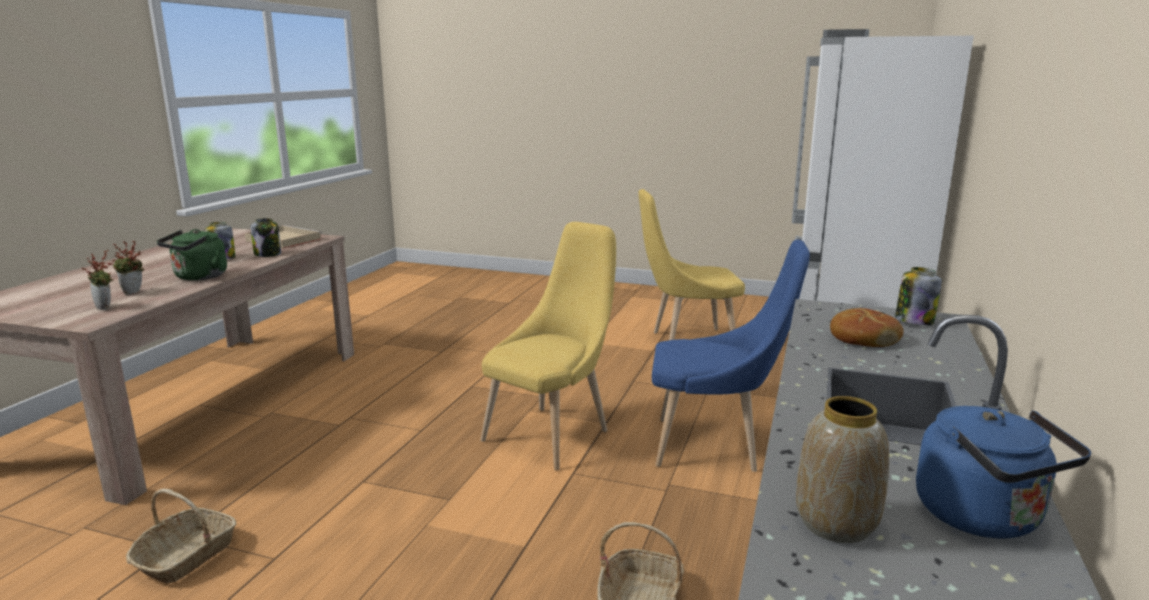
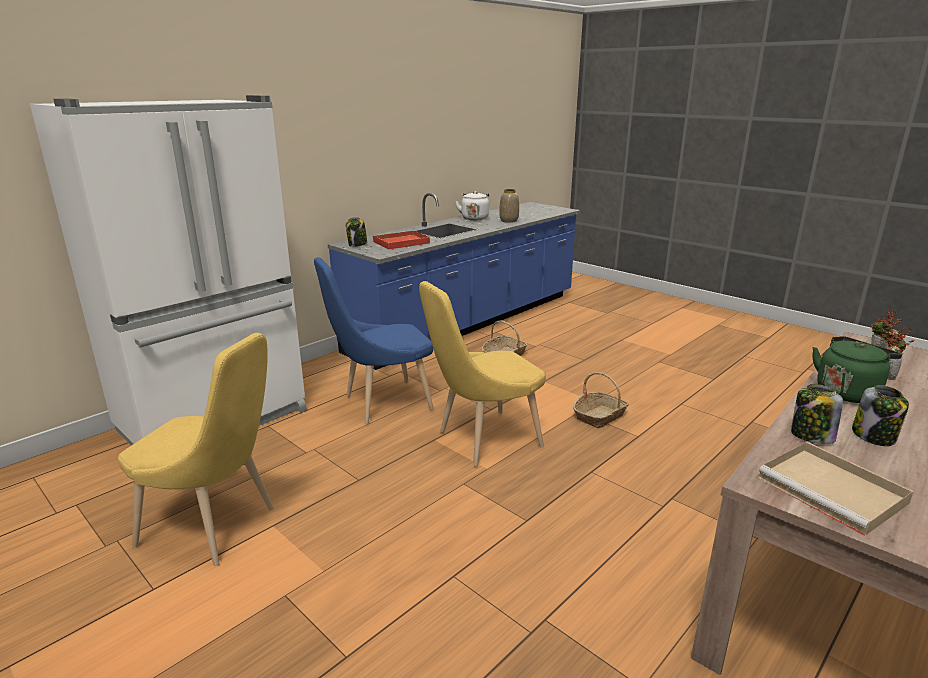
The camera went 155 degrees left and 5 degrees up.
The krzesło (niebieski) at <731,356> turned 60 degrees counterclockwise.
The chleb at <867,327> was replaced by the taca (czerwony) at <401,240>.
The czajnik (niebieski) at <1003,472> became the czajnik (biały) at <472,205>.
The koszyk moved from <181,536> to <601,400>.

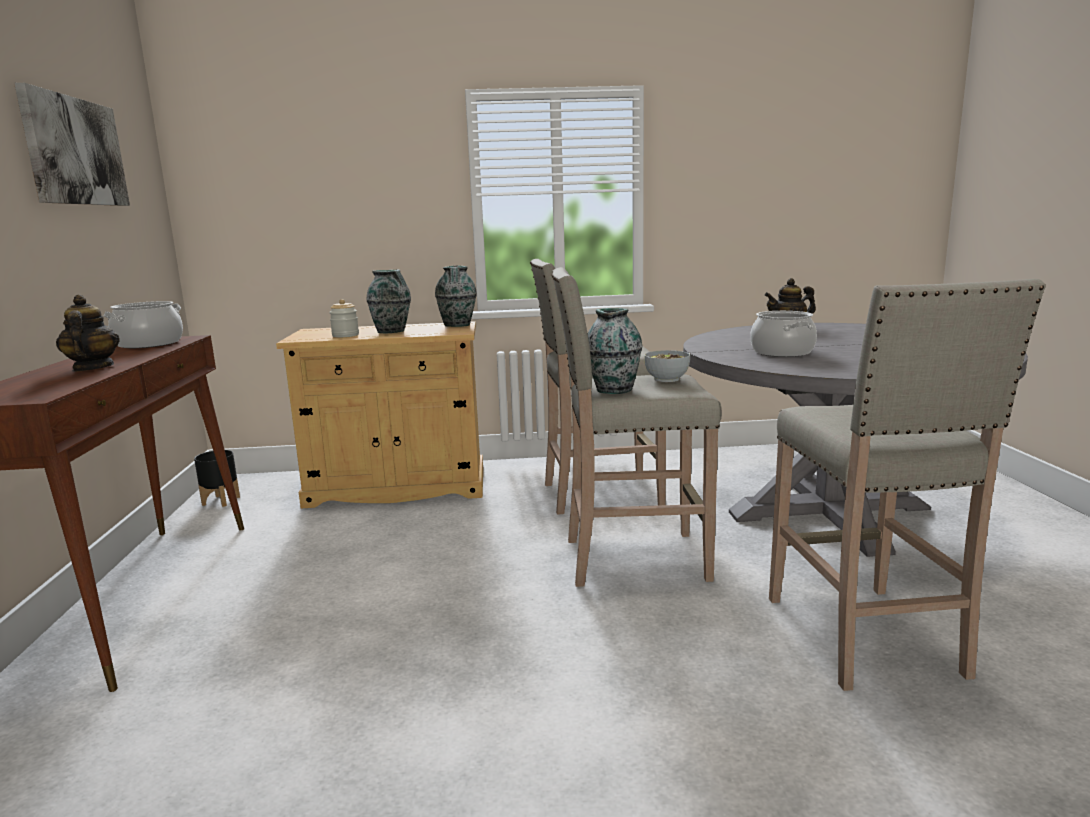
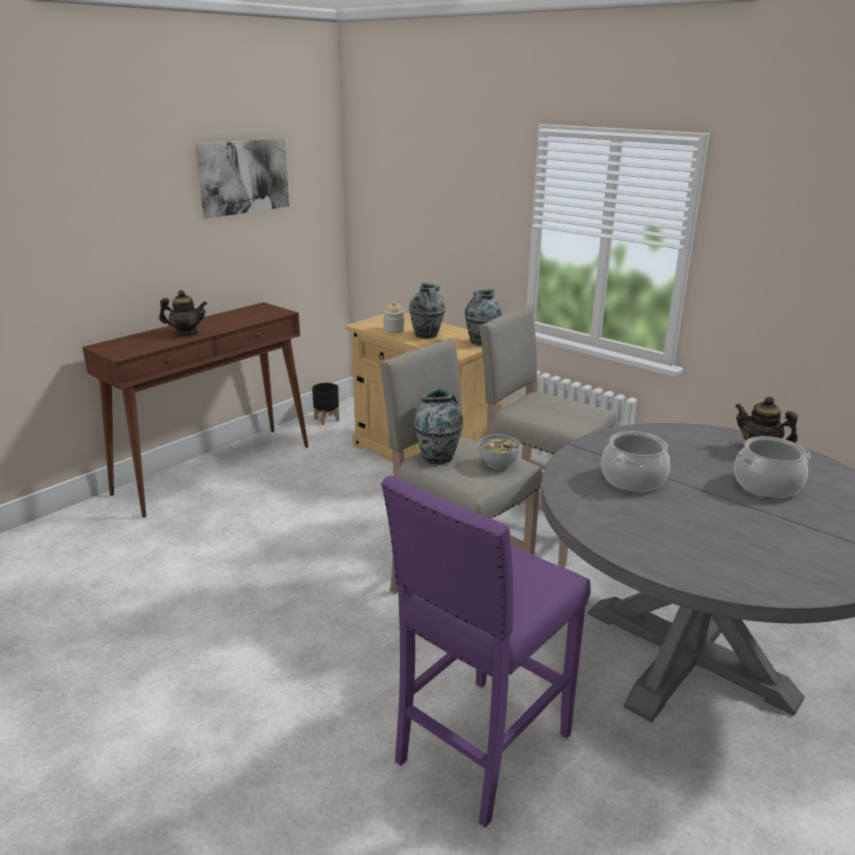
The camera went 45 degrees right and 10 degrees up.
The stołek (beżowy) at <907,485> became the stołek (fioletowy) at <486,651>.
The imbryk at <88,333> turned 60 degrees clockwise.
The garnek moved from <143,324> to <772,467>.

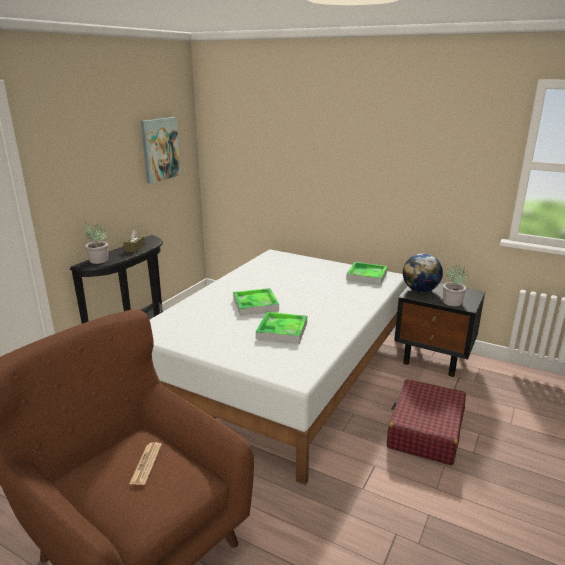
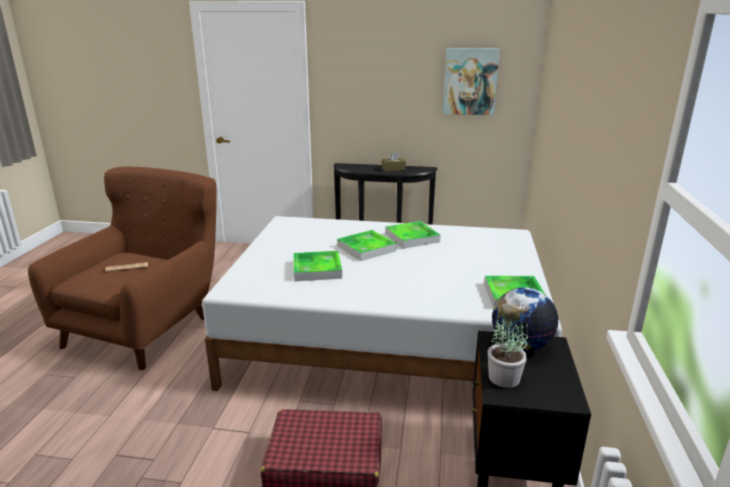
The camera went 70 degrees right and 0 degrees up.
The roślina doniczkowa at <96,243> disappeared.
The taca at <413,235> appeared.

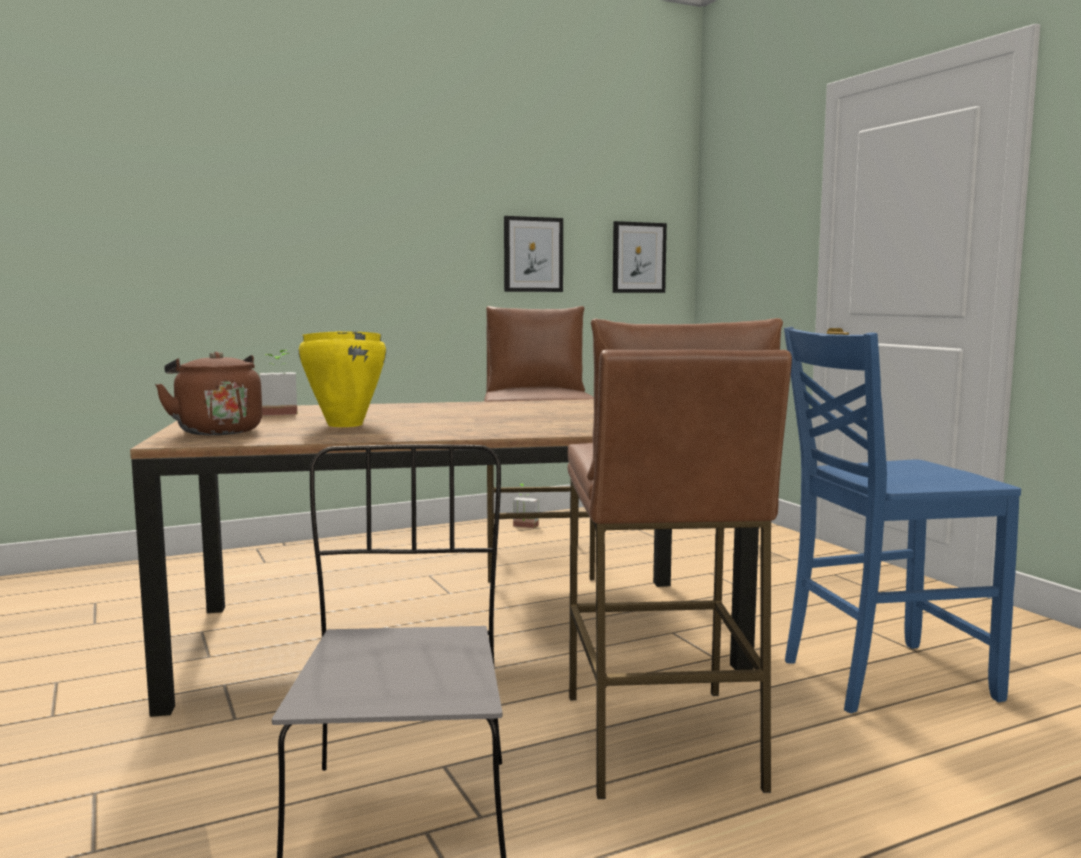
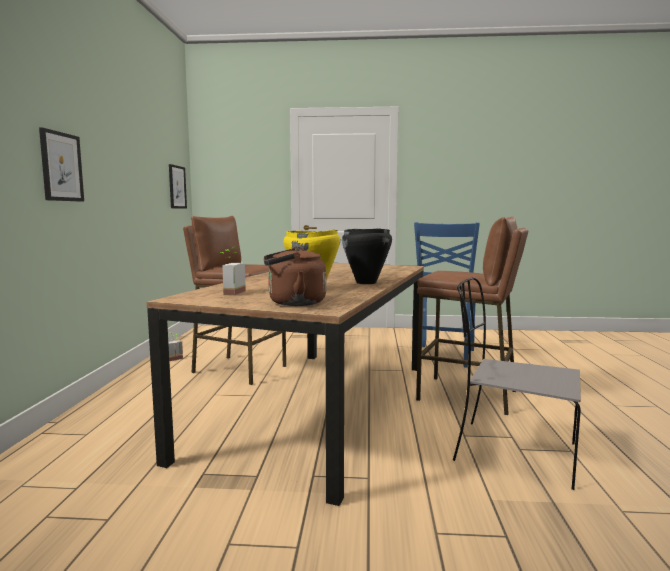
The camera went 60 degrees left and 0 degrees up.
The obraz moved from <533,254> to <61,164>.
The garnek (czarny) at <367,256> appeared.

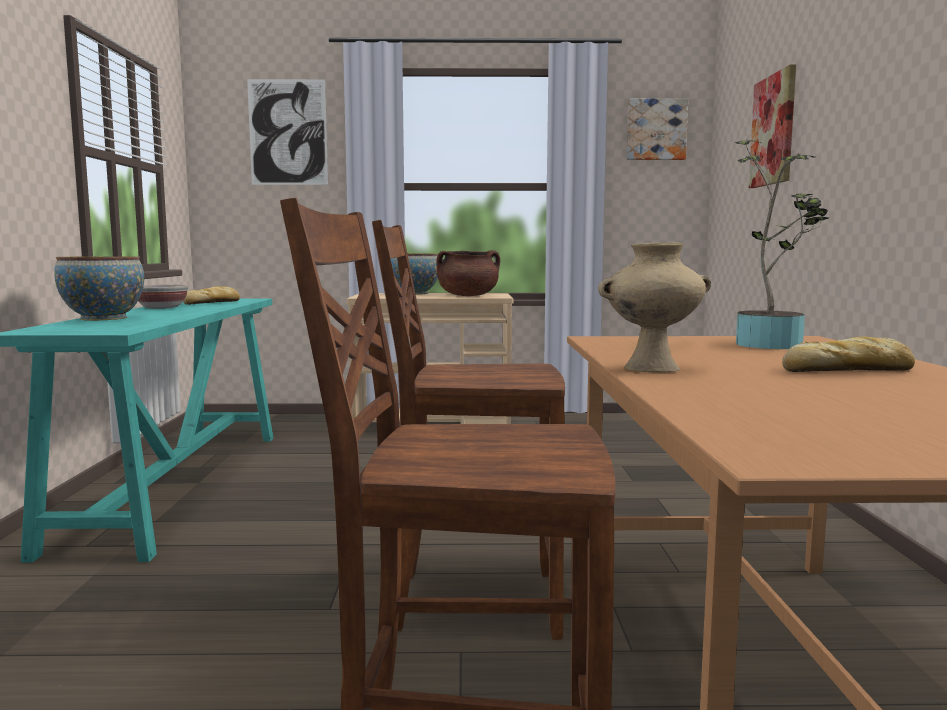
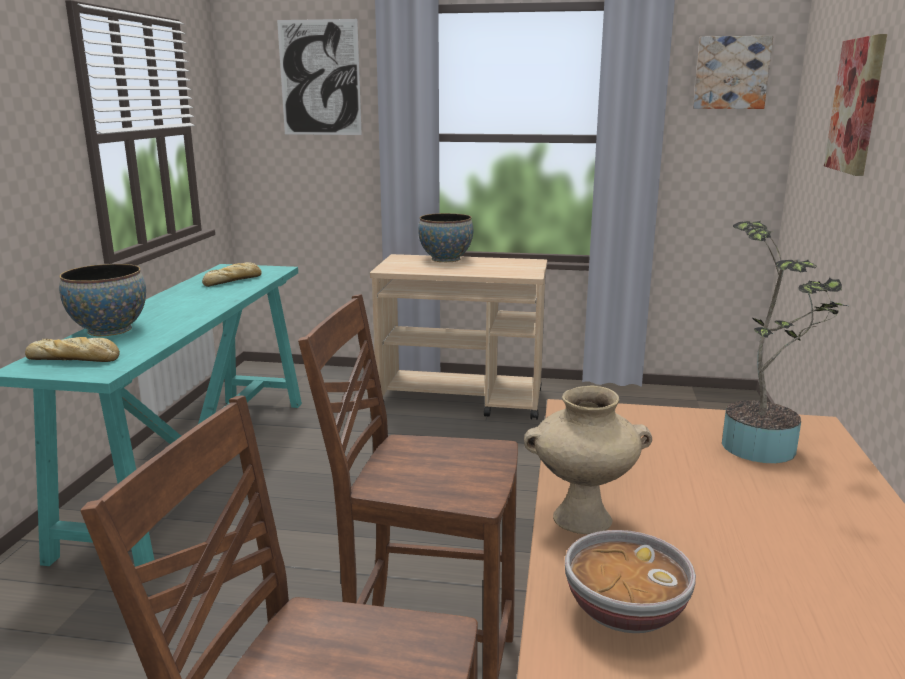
The camera went 10 degrees right and 10 degrees up.
The garnek (brązowy) at <468,273> disappeared.
The miska moved from <163,297> to <630,581>.
The chleb moved from <848,354> to <72,349>.

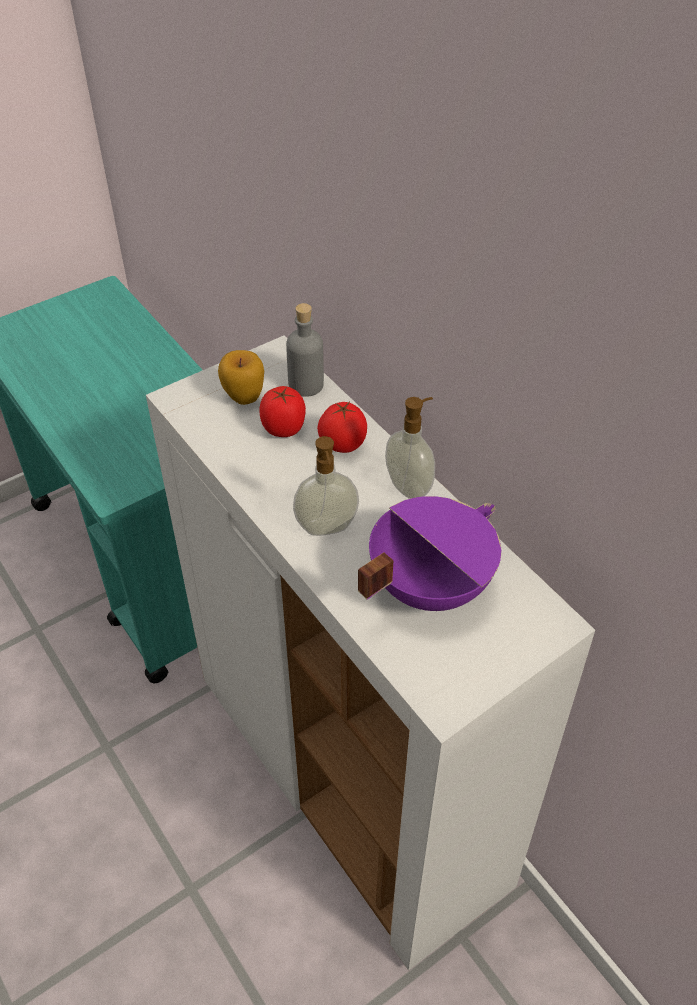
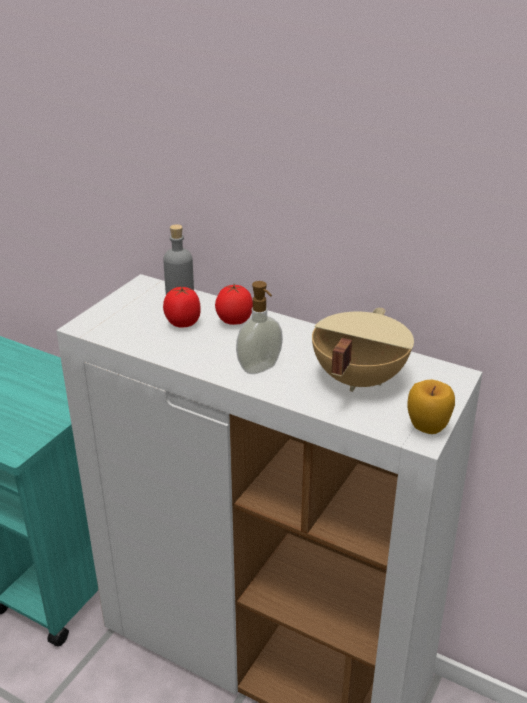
The camera went 25 degrees left and 15 degrees down.
The jabłko moved from <241,377> to <431,406>.
The dozownik mydła at <410,448> disappeared.
The garnek (fioletowy) at <429,553> became the garnek (beżowy) at <363,350>.

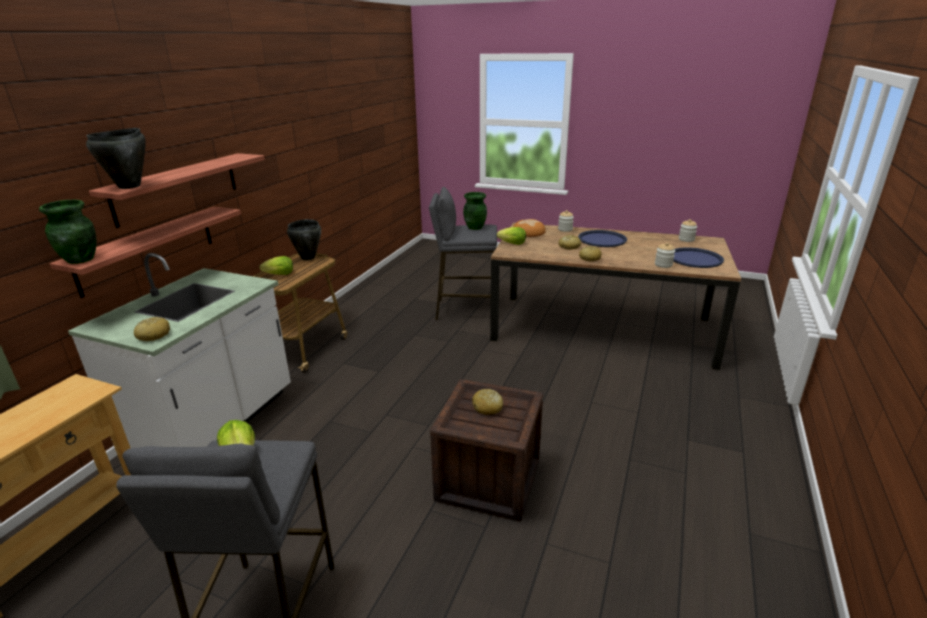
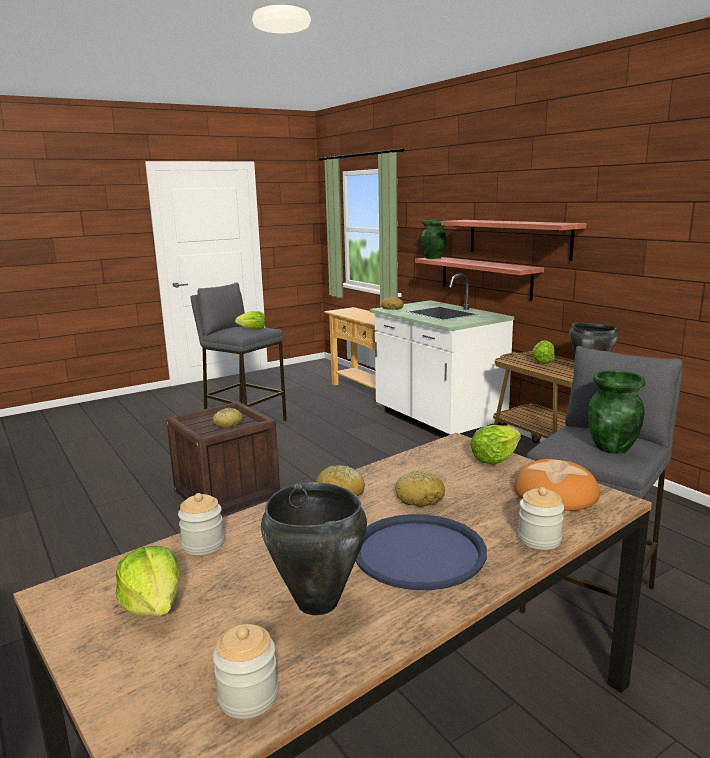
The camera went 125 degrees right and 10 degrees down.
The garnek (czarny) moved from <116,158> to <314,548>.
The taca (niebieski) at <698,257> was replaced by the sałata at <148,580>.

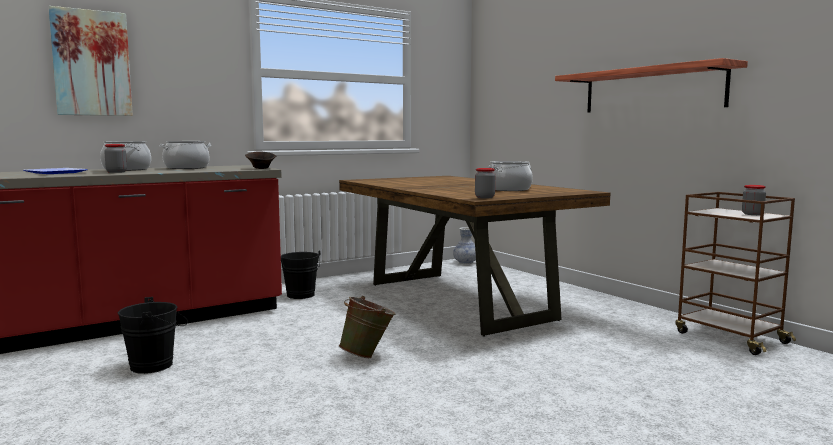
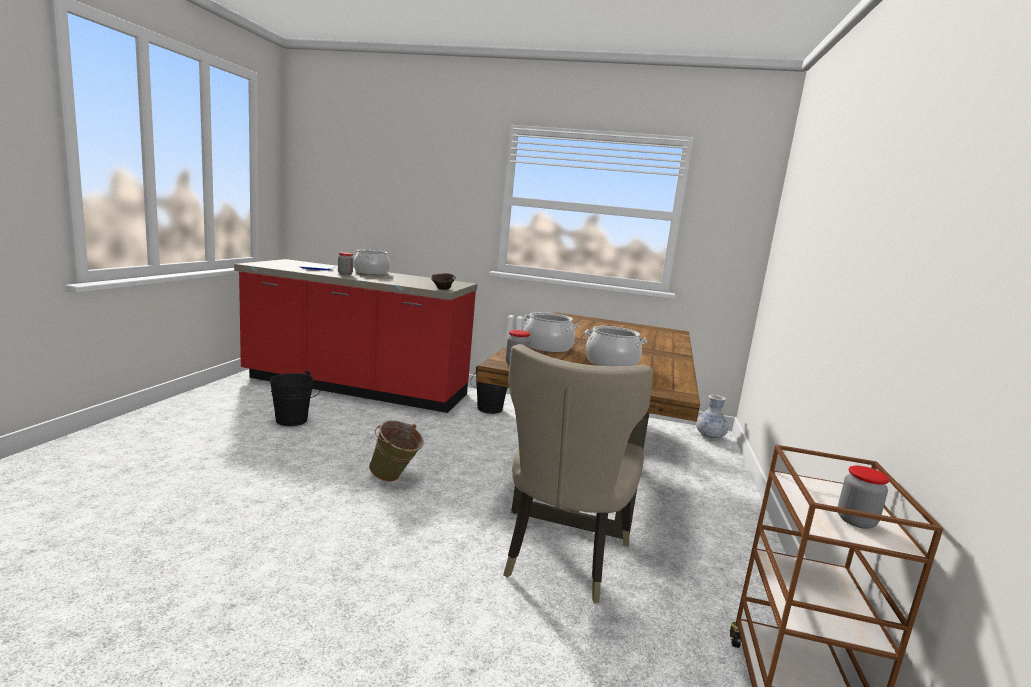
The camera went 45 degrees right and 5 degrees up.
The obraz at <90,61> disappeared.
The półka at <651,85> disappeared.
The garnek moved from <185,155> to <551,332>.
The krzesło (beżowy) at <578,473> appeared.

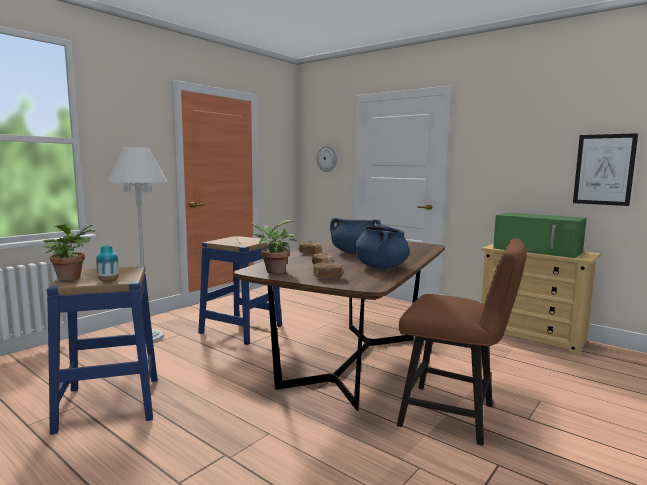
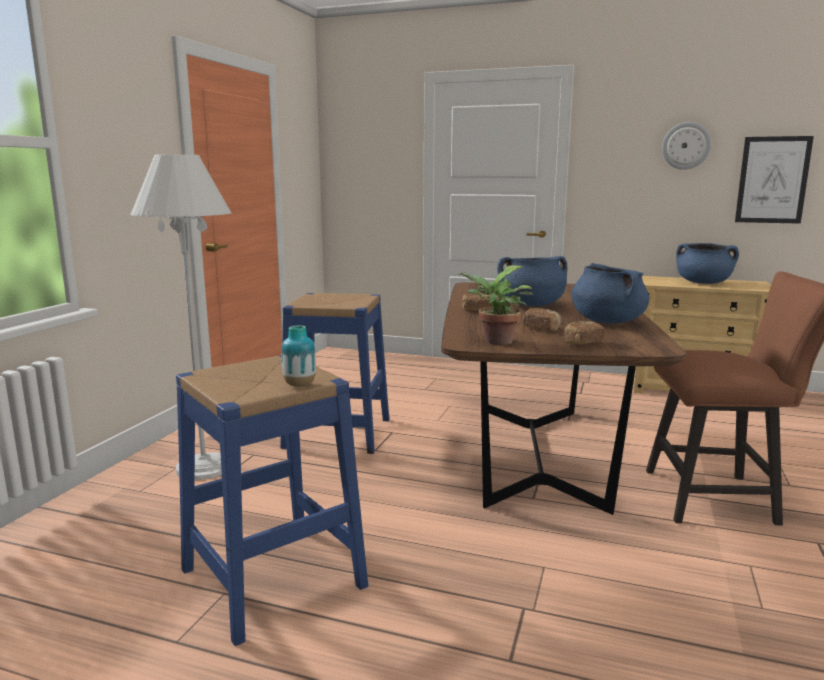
The camera went 20 degrees left and 5 degrees up.
The zegar ścienny moved from <326,158> to <687,146>.
The mikrofalówka (zielony) at <540,235> was replaced by the garnek (niebieski) at <707,263>.
The roślina doniczkowa at <69,252> disappeared.

